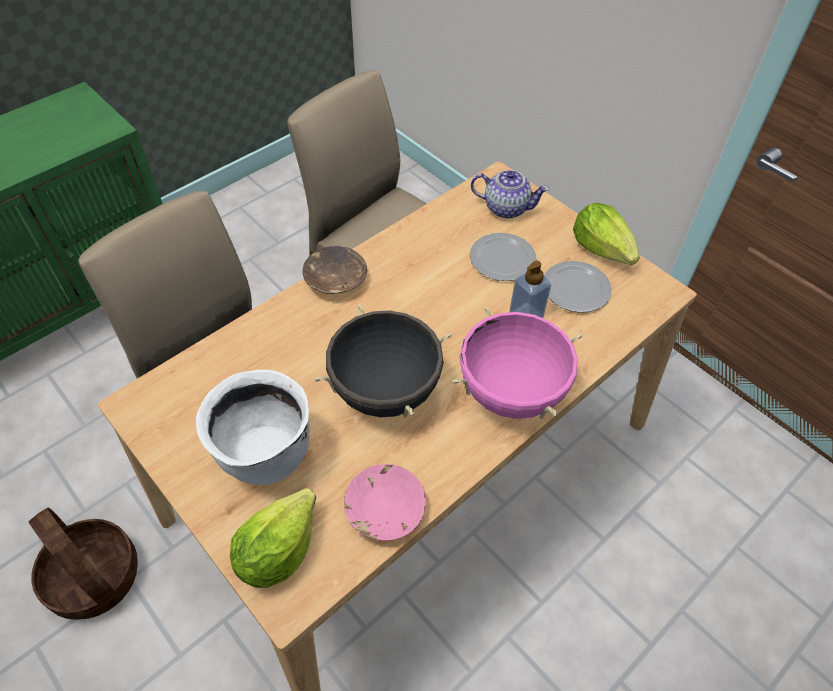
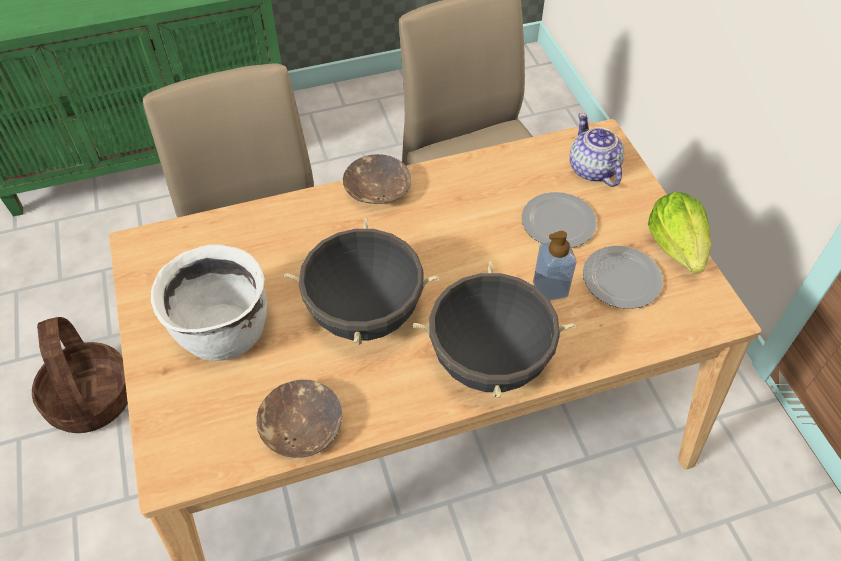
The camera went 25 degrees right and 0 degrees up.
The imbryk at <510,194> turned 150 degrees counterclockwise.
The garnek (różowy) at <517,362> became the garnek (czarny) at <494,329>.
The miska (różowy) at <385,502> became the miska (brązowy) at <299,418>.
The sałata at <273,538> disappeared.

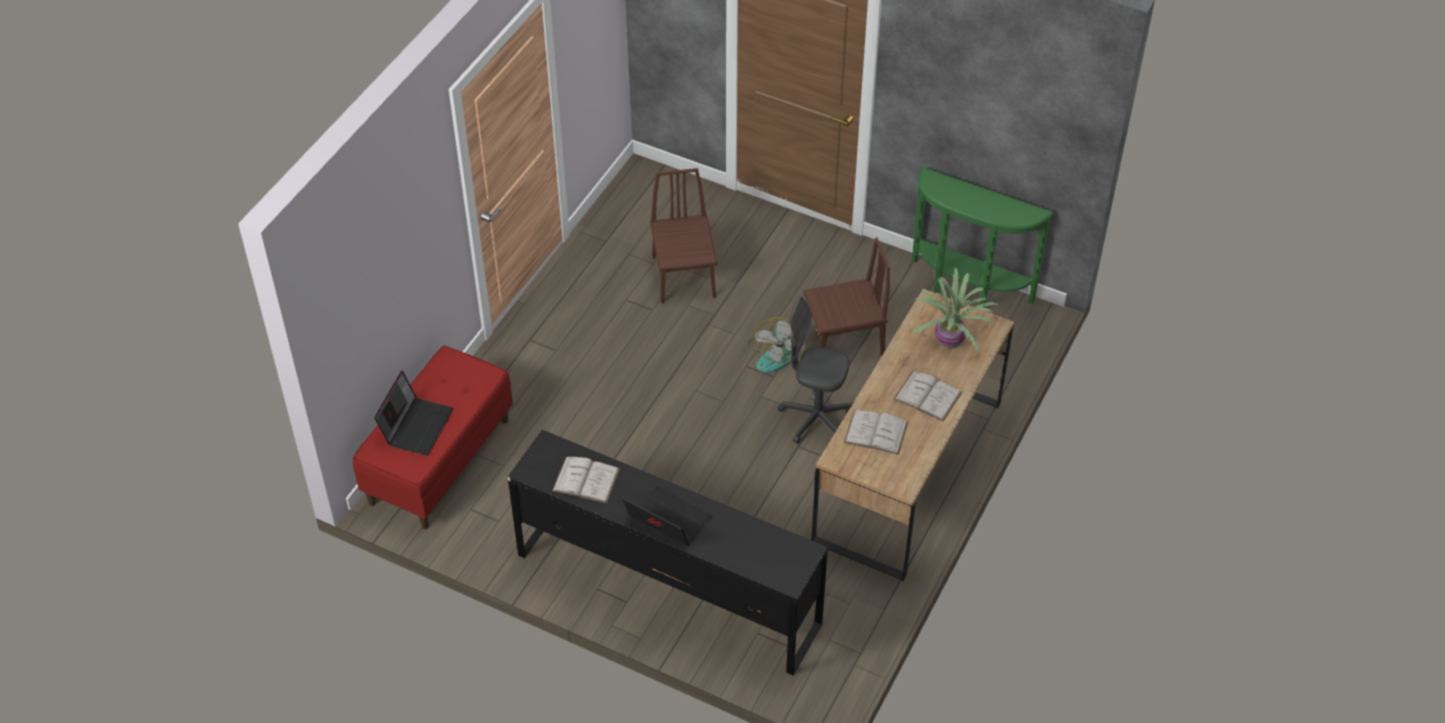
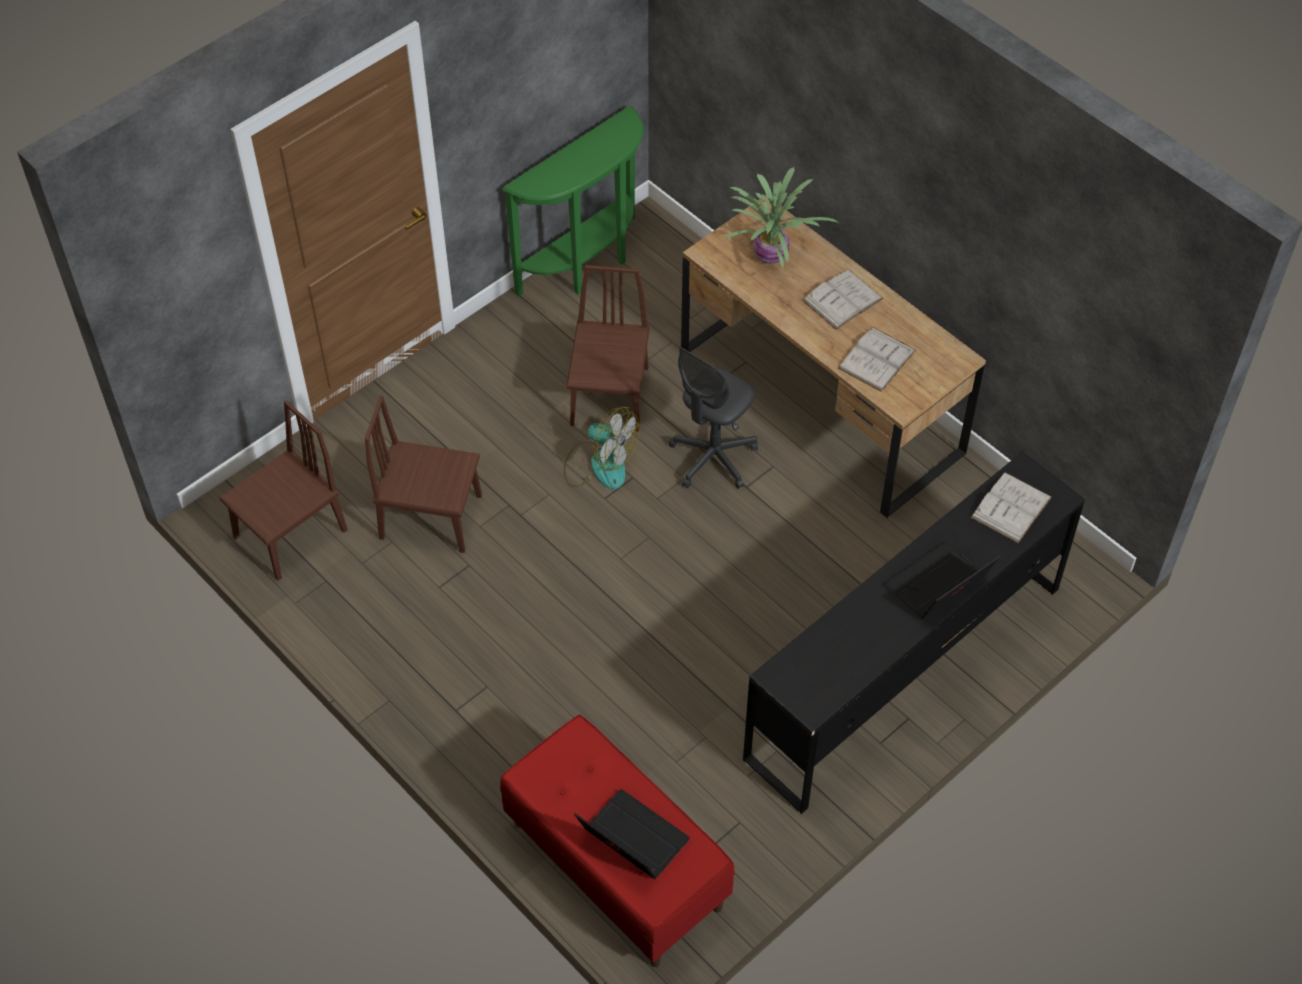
The camera went 70 degrees left and 5 degrees up.
The książka (biały) moved from <586,480> to <1011,507>.
The krzesło (brązowy) at <283,490> appeared.

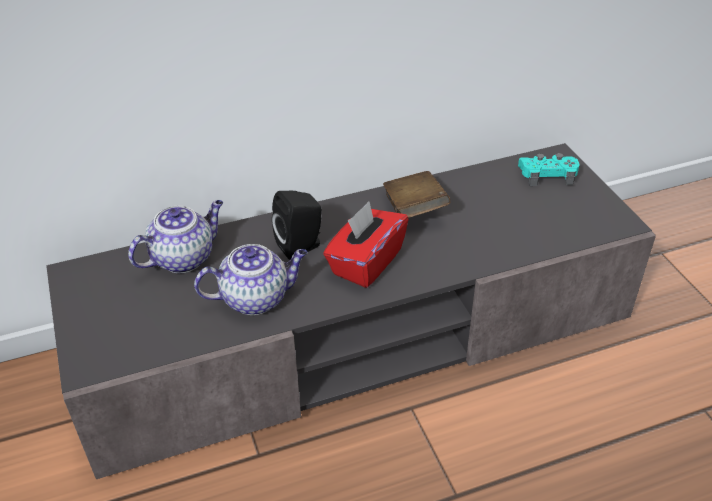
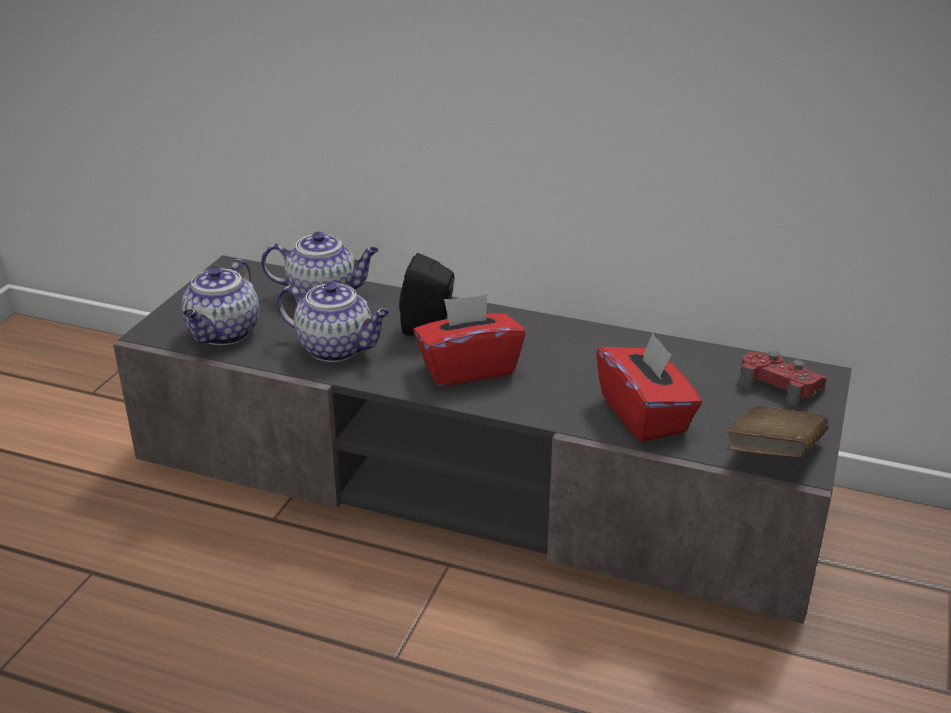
The camera went 40 degrees right and 10 degrees down.
The pad do gier (turkusowy) at <549,169> became the pad do gier (czerwony) at <783,378>.
The książka (brązowy) moved from <416,194> to <777,431>.
The imbryk at <220,302> appeared.
The pudełko chusteczek (czerwony) at <649,387> appeared.

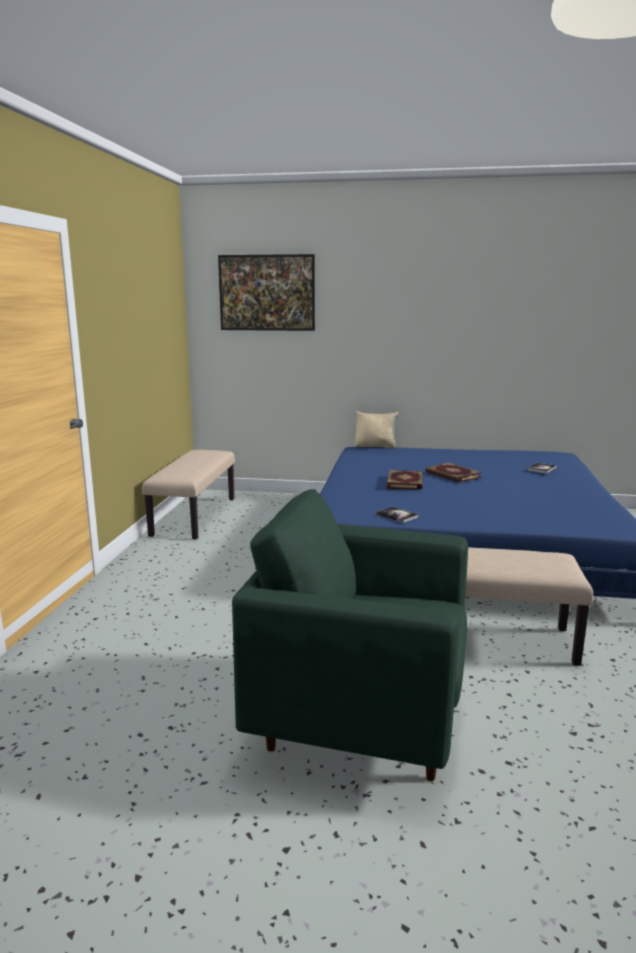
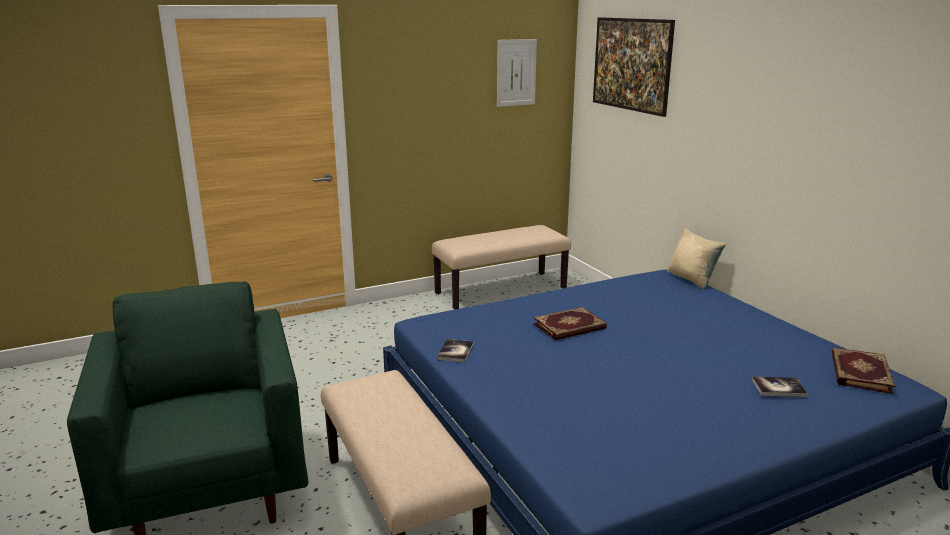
The camera went 55 degrees right and 5 degrees up.
The książka moved from <453,473> to <863,370>.
The obraz at <517,73> appeared.

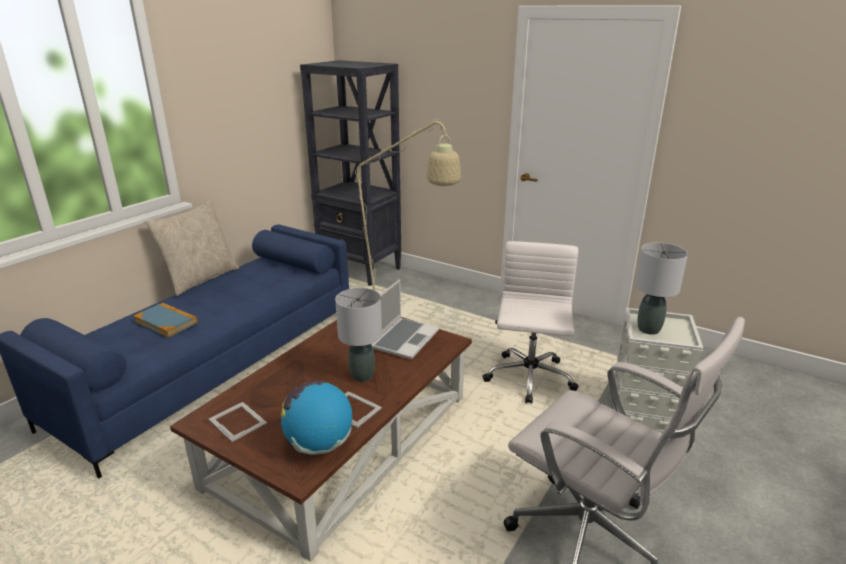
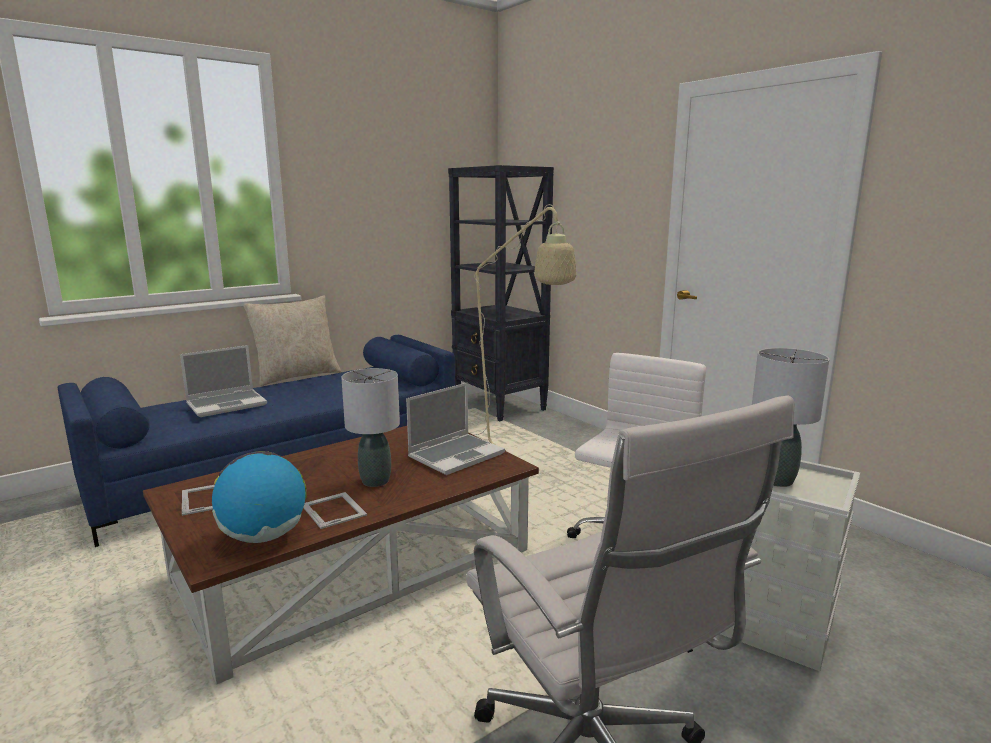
The camera went 20 degrees right and 10 degrees down.
The książka at <165,320> was replaced by the laptop at <223,381>.

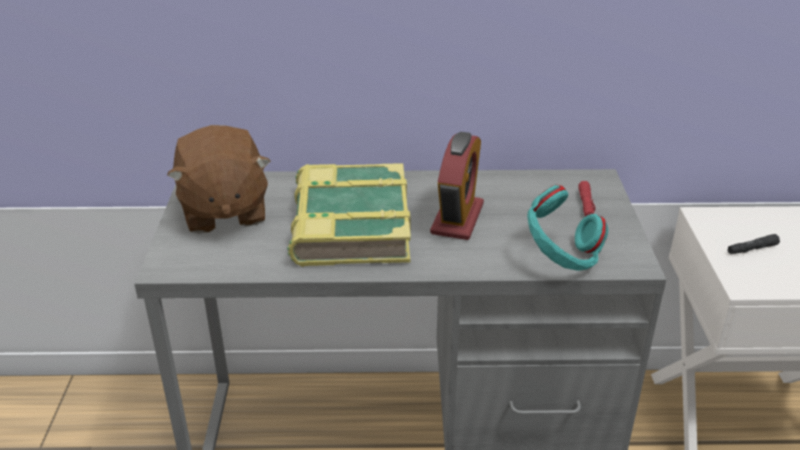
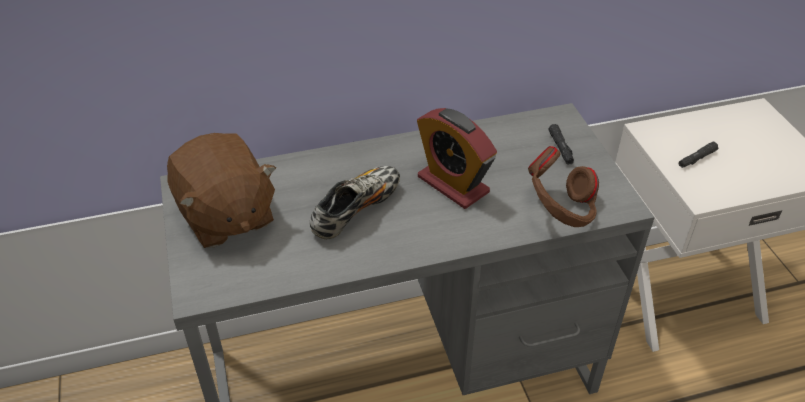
The camera went 15 degrees left and 10 degrees up.
The budzik at <457,186> turned 135 degrees clockwise.
The książka at <349,215> was replaced by the but at <355,202>.
The latarka (czerwony) at <586,199> became the latarka (czarny) at <561,144>.
The słuchawki (turkusowy) at <567,228> became the słuchawki (brązowy) at <563,186>.

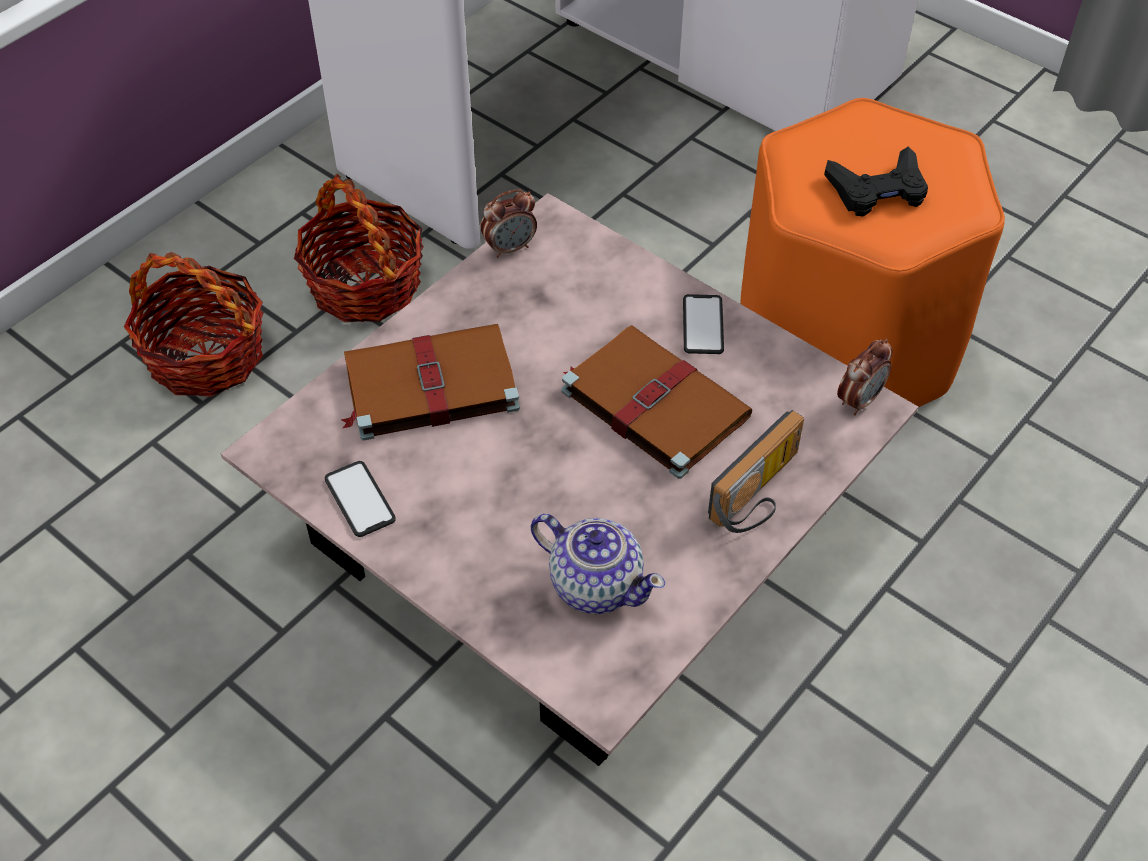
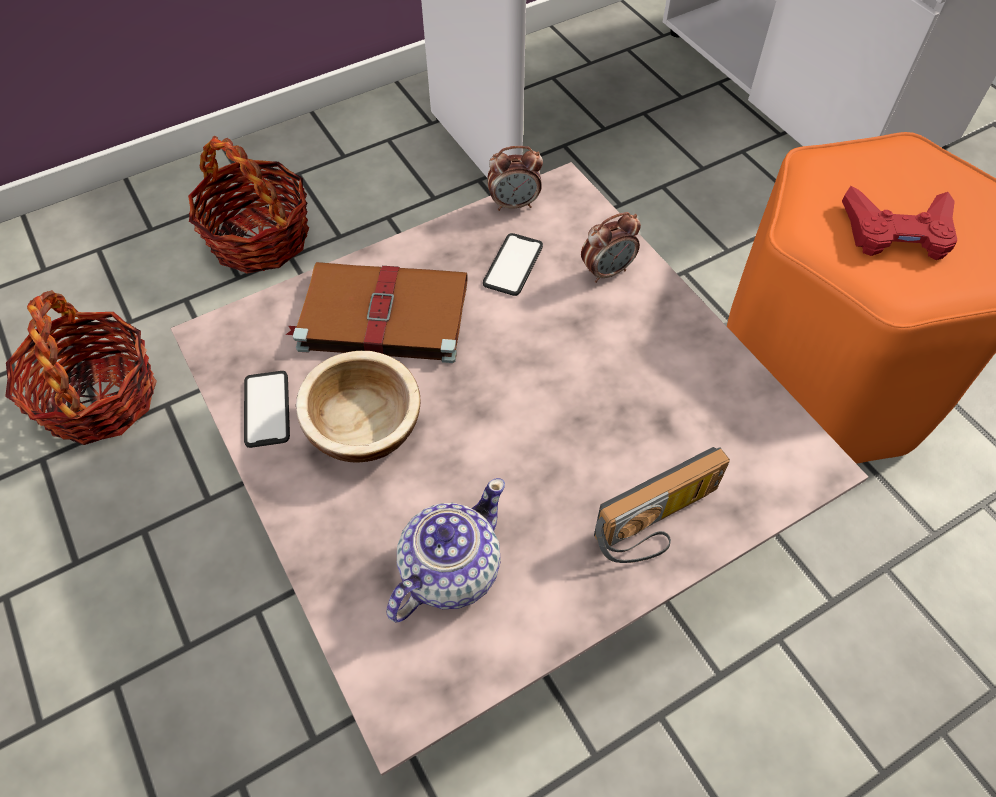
The camera went 20 degrees right and 5 degrees up.
The pad do gier (czarny) at <876,181> became the pad do gier (czerwony) at <899,223>.
The koszyk moved from <359,248> to <81,367>.
The telefon moved from <703,324> to <513,264>.
The książka (brązowy) at <657,402> disappeared.
The budzik moved from <865,377> to <611,247>.
The imbryk at <598,564> turned 105 degrees counterclockwise.
The miska at <358,407> appeared.

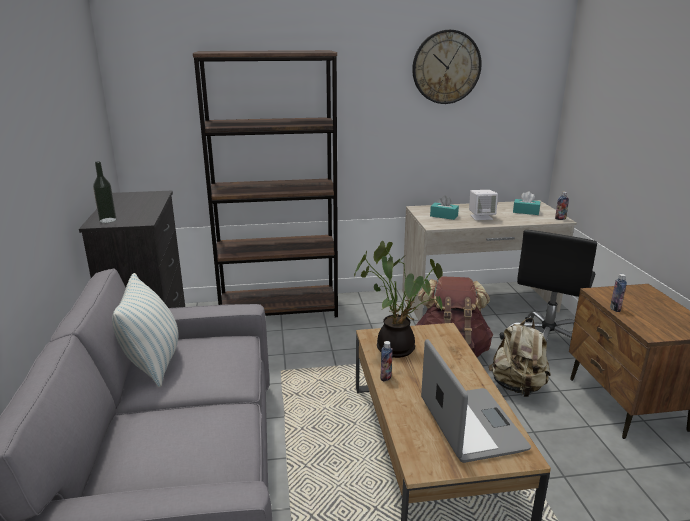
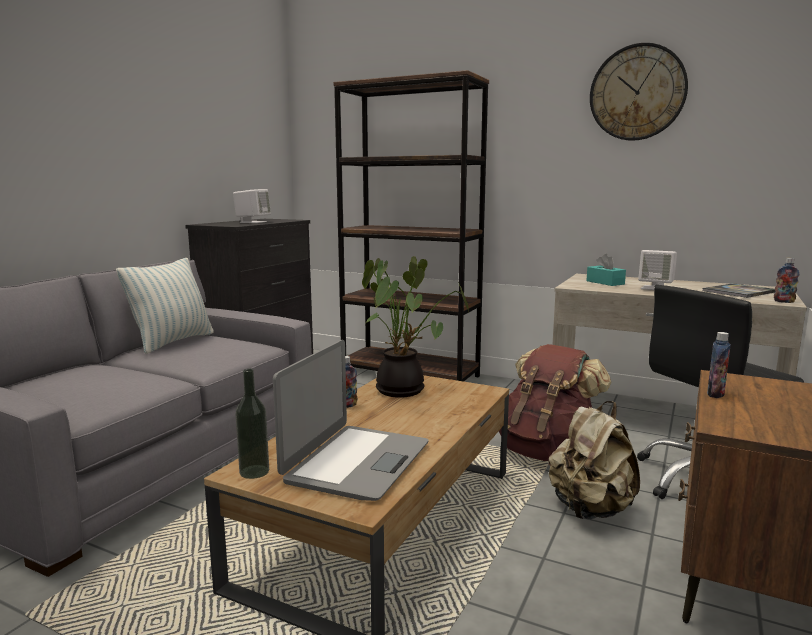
The camera went 35 degrees right and 10 degrees down.
The butelka moved from <105,192> to <252,424>.
The pudełko chusteczek (turkusowy) at <526,203> was replaced by the książka at <739,290>.
The głośnik (biały) at <252,206> appeared.

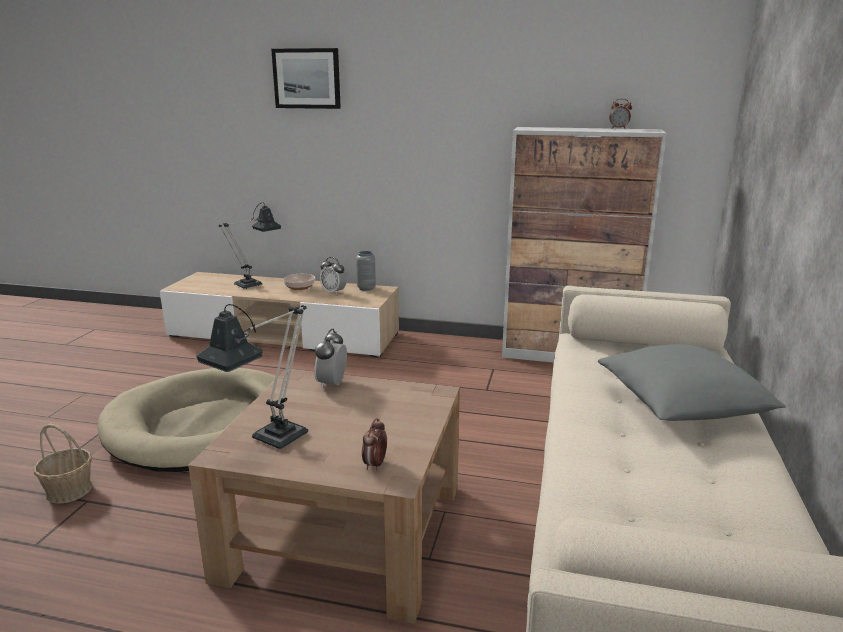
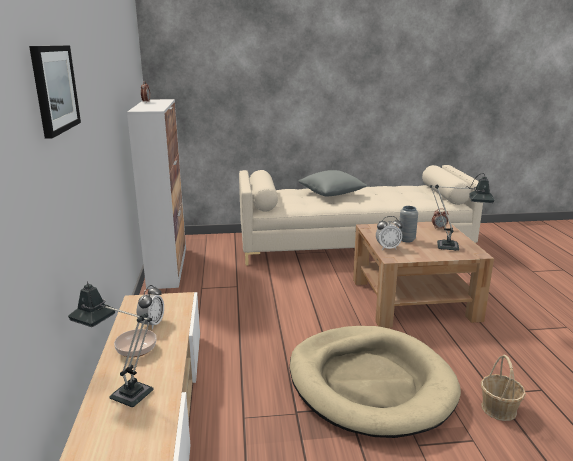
The camera went 110 degrees left and 0 degrees up.
The wazon (szary) moved from <366,271> to <408,224>.

